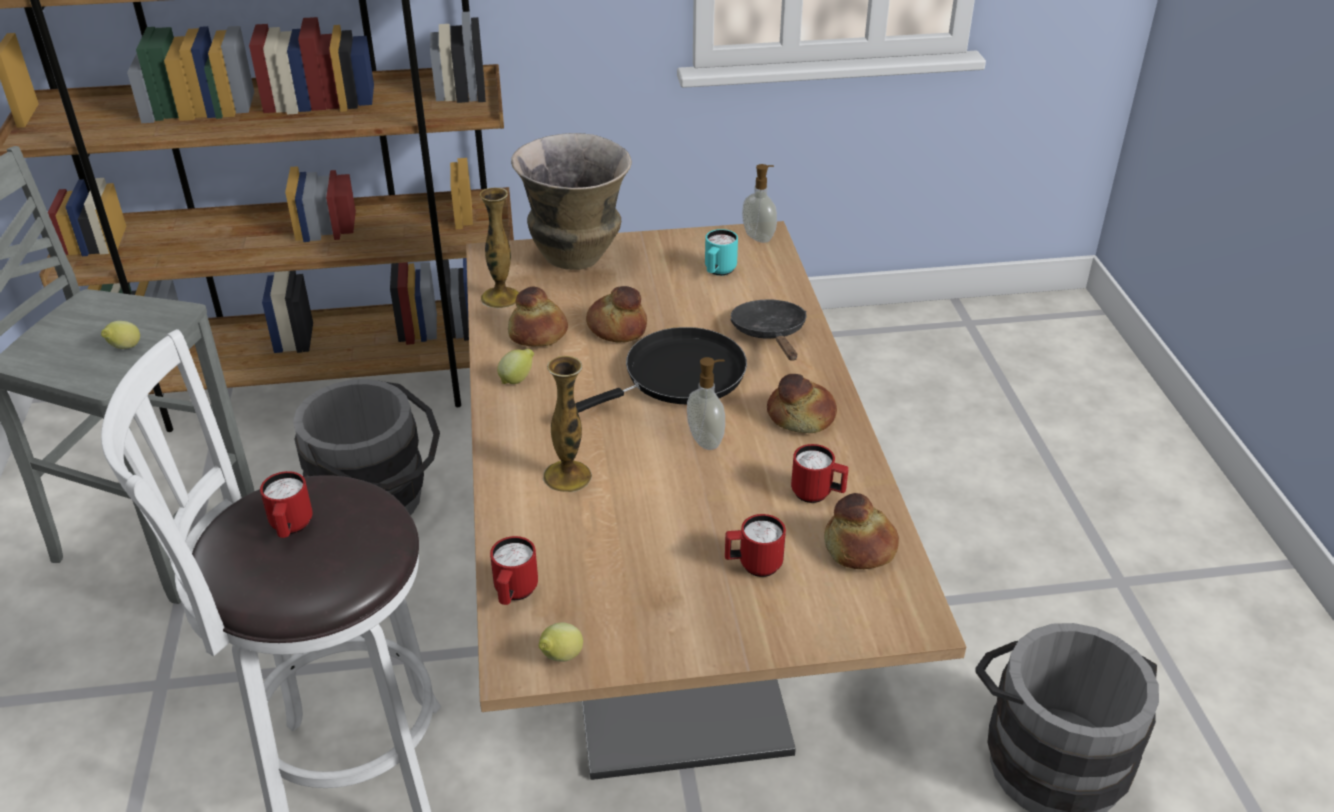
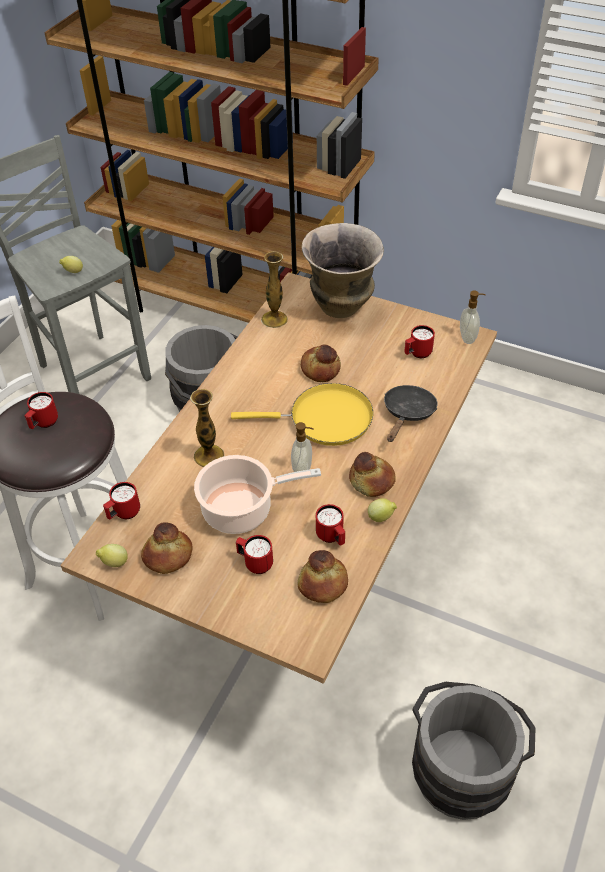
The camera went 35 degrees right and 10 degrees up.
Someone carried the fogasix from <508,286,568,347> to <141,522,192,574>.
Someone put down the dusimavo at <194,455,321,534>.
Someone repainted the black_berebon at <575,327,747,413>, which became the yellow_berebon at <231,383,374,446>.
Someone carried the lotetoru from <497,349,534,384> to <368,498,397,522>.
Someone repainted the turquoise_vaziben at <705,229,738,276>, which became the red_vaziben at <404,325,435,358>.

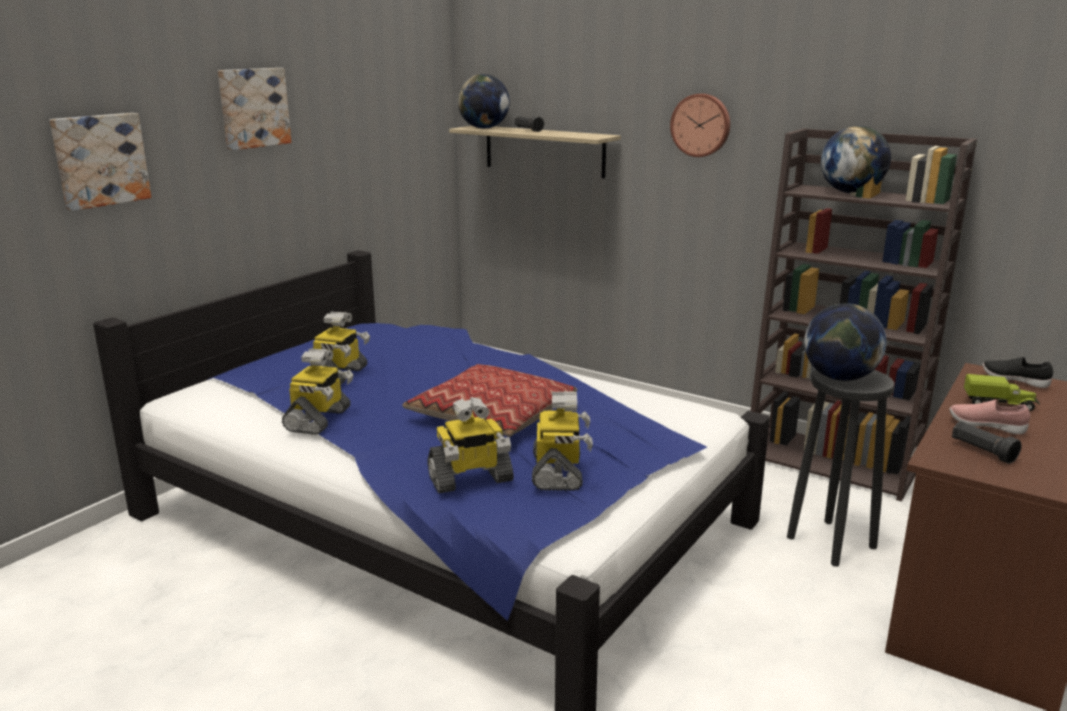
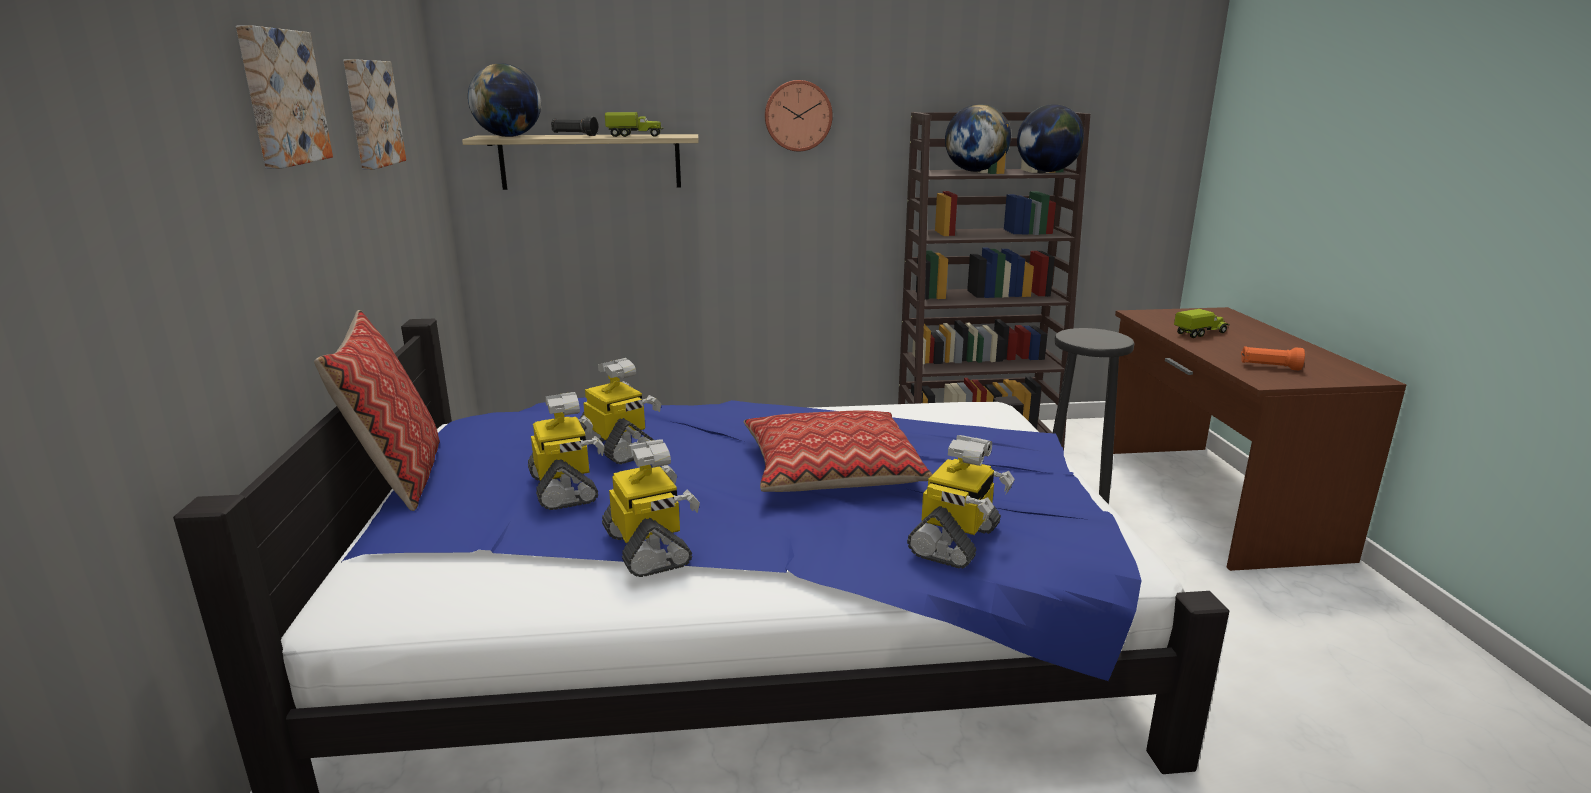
The camera went 40 degrees left and 0 degrees up.
Someone put down the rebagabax at <314,310,440,511>.
Someone carried the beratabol from <50,113,151,211> to <343,59,406,170>.
Someone carried the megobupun from <532,391,593,491> to <580,358,661,464>.
Someone put down the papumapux at <605,112,663,137>.
Someone carried the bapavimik from <804,303,887,381> to <1017,104,1084,172>.
Someone repainted the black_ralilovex at <952,421,1022,464>, which became the orange_ralilovex at <1241,346,1305,371>.
Someone took away the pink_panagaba at <949,400,1030,434>.
Someone took away the black_panagaba at <983,357,1053,388>.

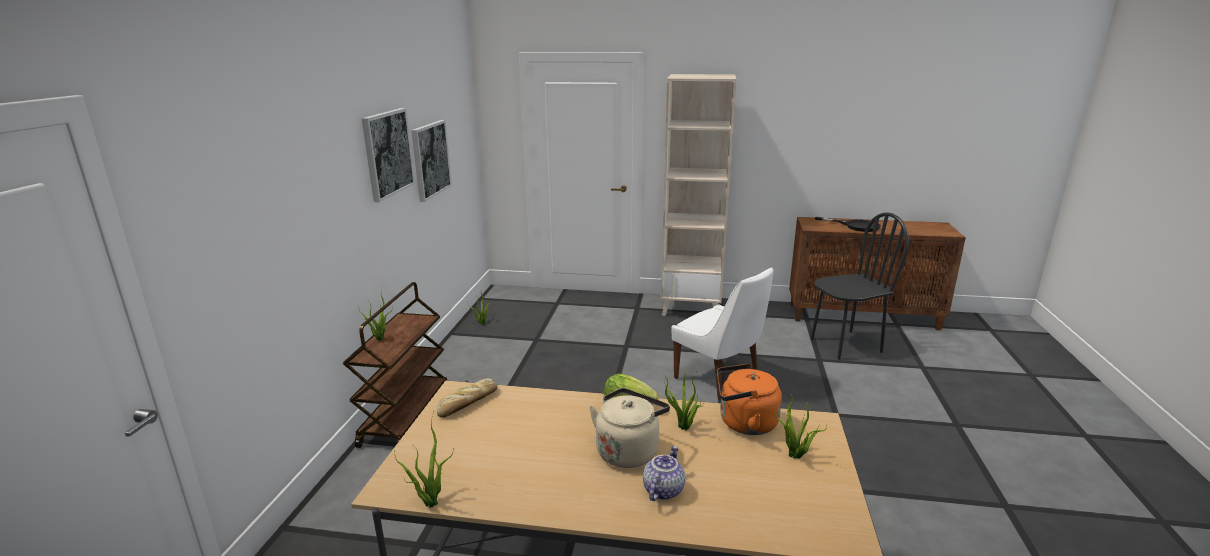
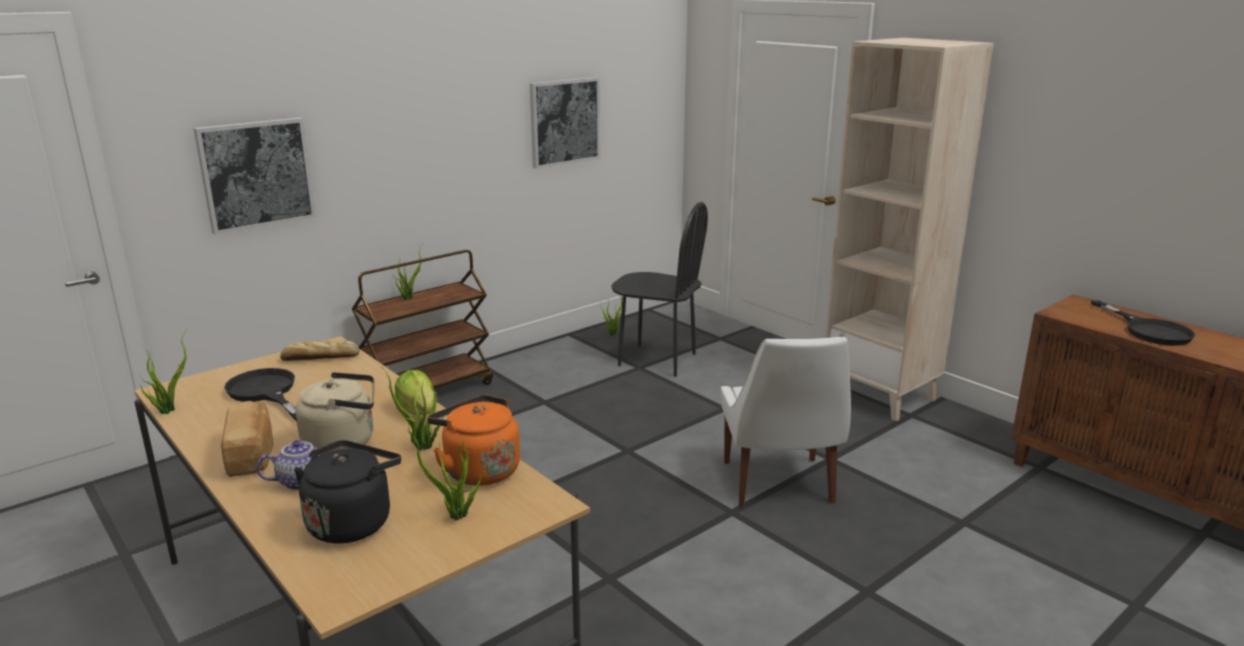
The camera went 40 degrees right and 0 degrees up.
Someone carried the beratabol from <362,108,415,202> to <194,118,316,235>.
Someone put down the fogasix at <221,401,273,477>.
Someone put down the black_berebon at <224,368,297,421>.
Someone put down the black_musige at <294,440,401,543>.
Someone carried the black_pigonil from <811,212,909,360> to <611,202,708,377>.

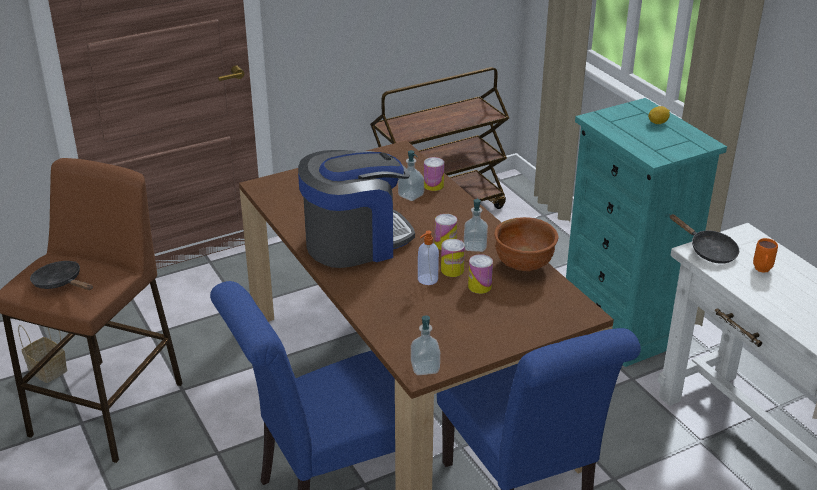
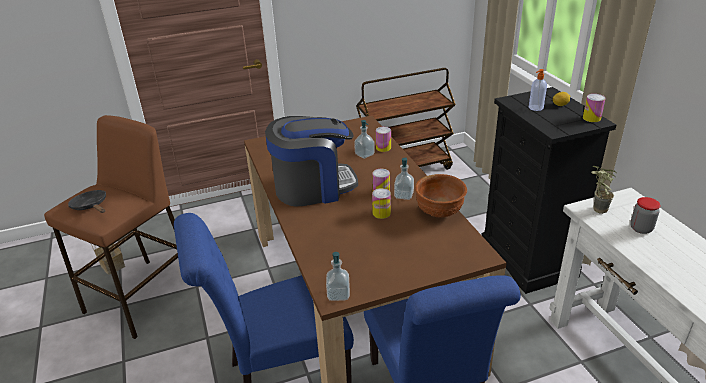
The camera went 10 degrees right and 0 degrees up.
Someone repainted the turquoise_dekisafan at <566,98,727,367>, which became the black_dekisafan at <481,87,616,294>.
Someone carried the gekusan from <418,230,439,285> to <529,69,547,111>.
Someone carried the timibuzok from <468,254,493,294> to <583,94,606,122>.
Someone swapped the black_berebon at <669,214,739,264> for the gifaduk at <591,166,617,214>.
Someone swapped the orange_vaziben at <753,238,778,273> for the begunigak at <630,197,661,234>.

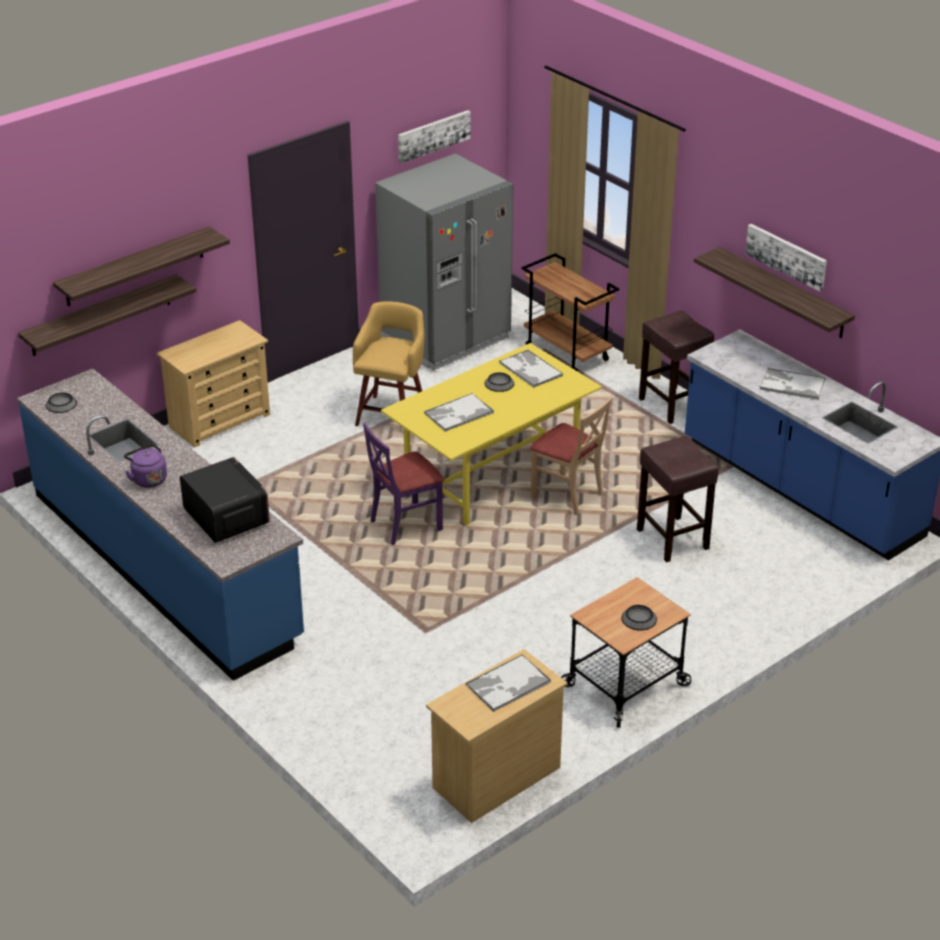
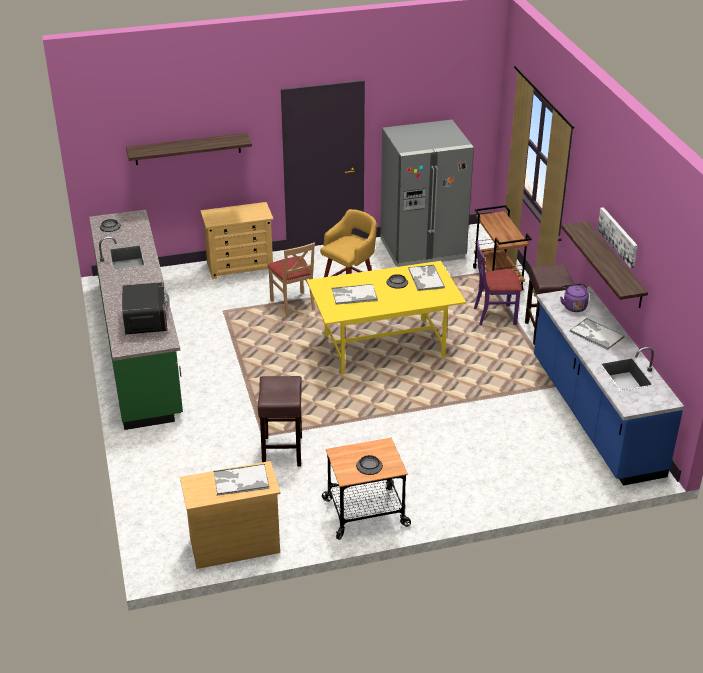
The camera went 25 degrees right and 0 degrees up.
Someone repainted the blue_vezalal at <17,369,304,681>, which became the green_vezalal at <89,210,183,430>.
Someone carried the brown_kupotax from <637,436,719,562> to <258,376,302,466>.
Someone carried the beige_pigonil from <530,398,612,515> to <267,242,315,317>.
Someone carried the purple_pigonil from <363,423,444,545> to <474,240,522,325>.
Someone carried the purple_musige from <124,444,167,488> to <560,283,589,312>.
Someone took away the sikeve at <18,274,196,356>.
Someone took away the beratabol at <398,110,471,163>.

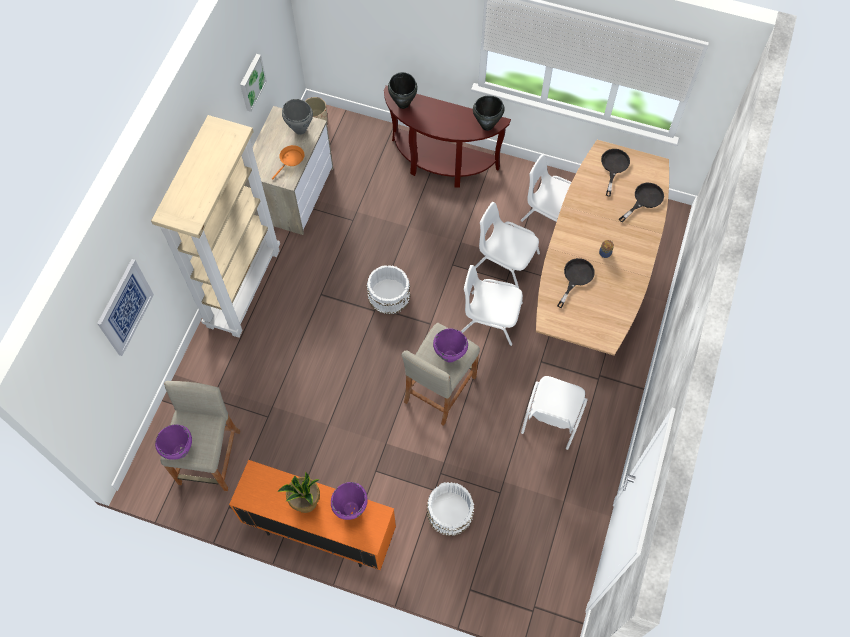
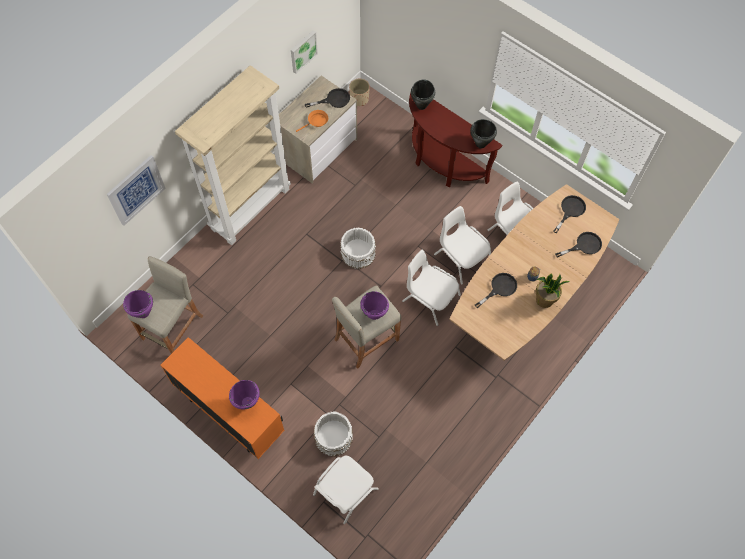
The camera went 20 degrees right and 0 degrees up.
Someone swapped the grey_dusimavo at <282,99,313,135> for the black_berebon at <305,88,350,108>.
Someone carried the white_pigonil from <521,376,588,450> to <313,455,379,524>.
Someone carried the gifaduk from <277,472,320,513> to <536,273,570,308>.

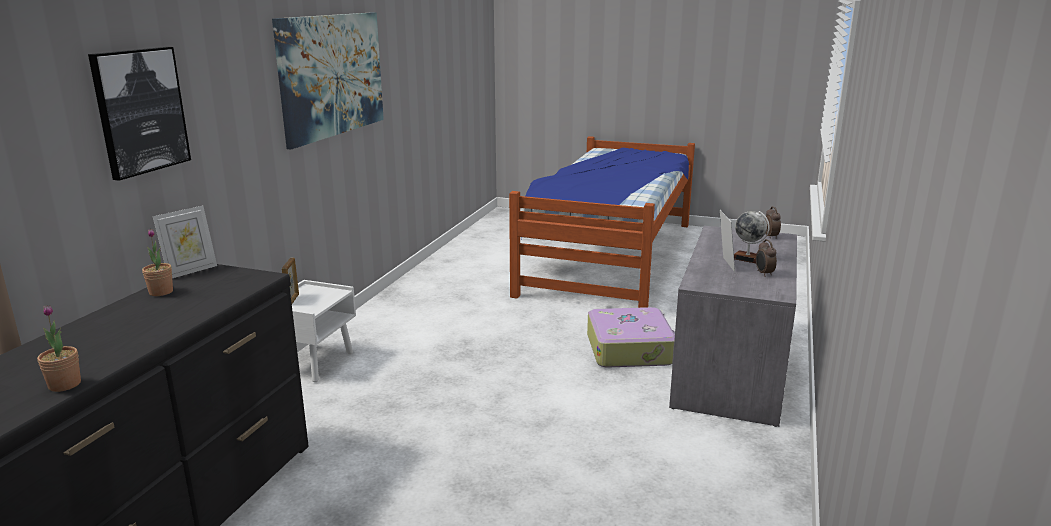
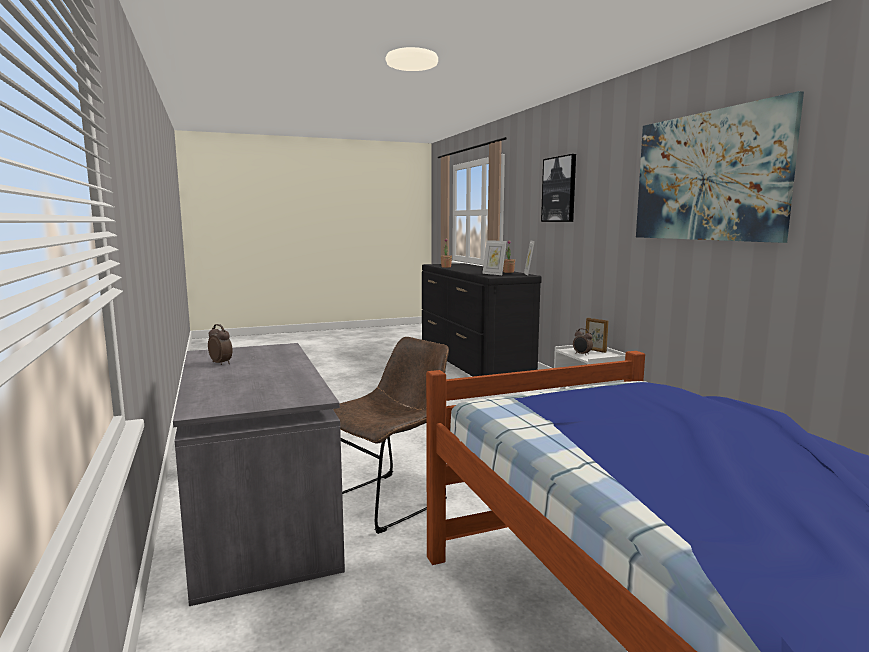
The camera went 140 degrees right and 10 degrees down.
Someone swapped the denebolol at <587,307,675,368> for the brown_pigonil at <333,337,449,534>.
Someone carried the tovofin from <720,210,735,272> to <482,240,507,275>.
Someone carried the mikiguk from <765,207,781,239> to <573,328,593,356>.
Someone took away the bapavimik at <734,211,770,263>.

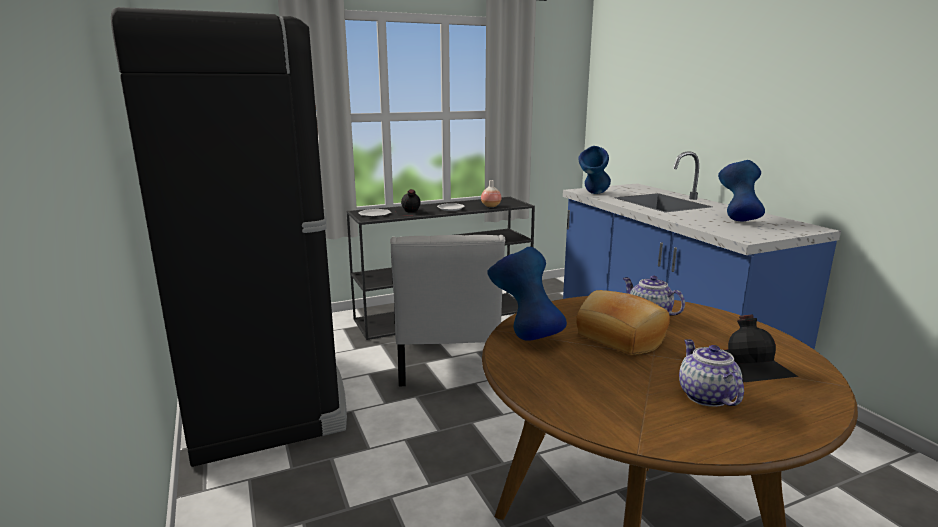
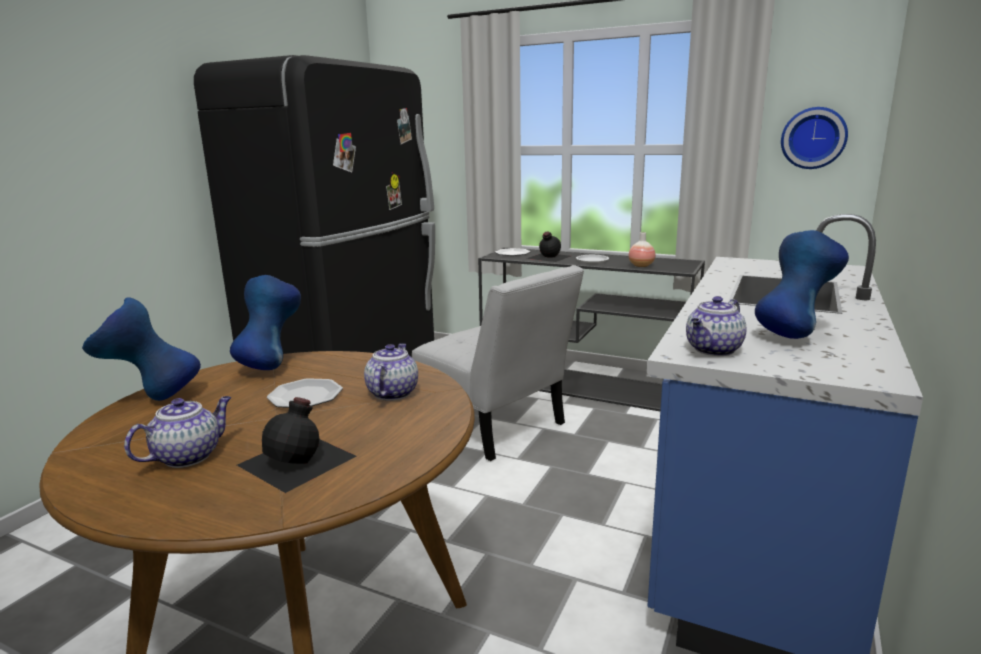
The camera went 50 degrees right and 0 degrees up.
Someone carried the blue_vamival from <578,146,611,194> to <82,297,201,401>.
Someone swapped the fogasix at <576,290,670,355> for the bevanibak at <267,378,343,408>.
Someone rotated the white_pigonil at <390,235,505,386> by 90 degrees counterclockwise.
Someone put down the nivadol at <686,296,746,356>.
Someone put up the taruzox at <781,107,848,169>.

